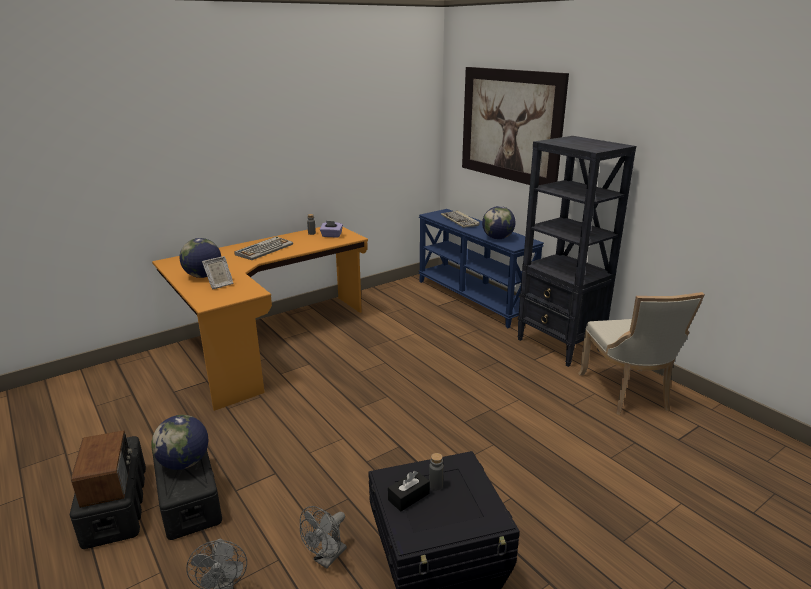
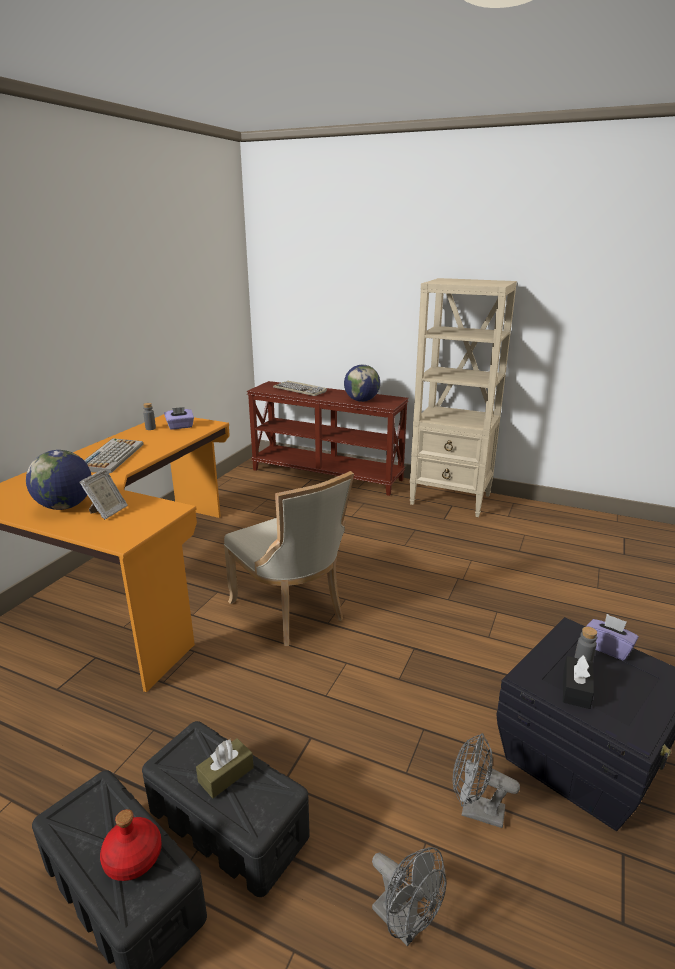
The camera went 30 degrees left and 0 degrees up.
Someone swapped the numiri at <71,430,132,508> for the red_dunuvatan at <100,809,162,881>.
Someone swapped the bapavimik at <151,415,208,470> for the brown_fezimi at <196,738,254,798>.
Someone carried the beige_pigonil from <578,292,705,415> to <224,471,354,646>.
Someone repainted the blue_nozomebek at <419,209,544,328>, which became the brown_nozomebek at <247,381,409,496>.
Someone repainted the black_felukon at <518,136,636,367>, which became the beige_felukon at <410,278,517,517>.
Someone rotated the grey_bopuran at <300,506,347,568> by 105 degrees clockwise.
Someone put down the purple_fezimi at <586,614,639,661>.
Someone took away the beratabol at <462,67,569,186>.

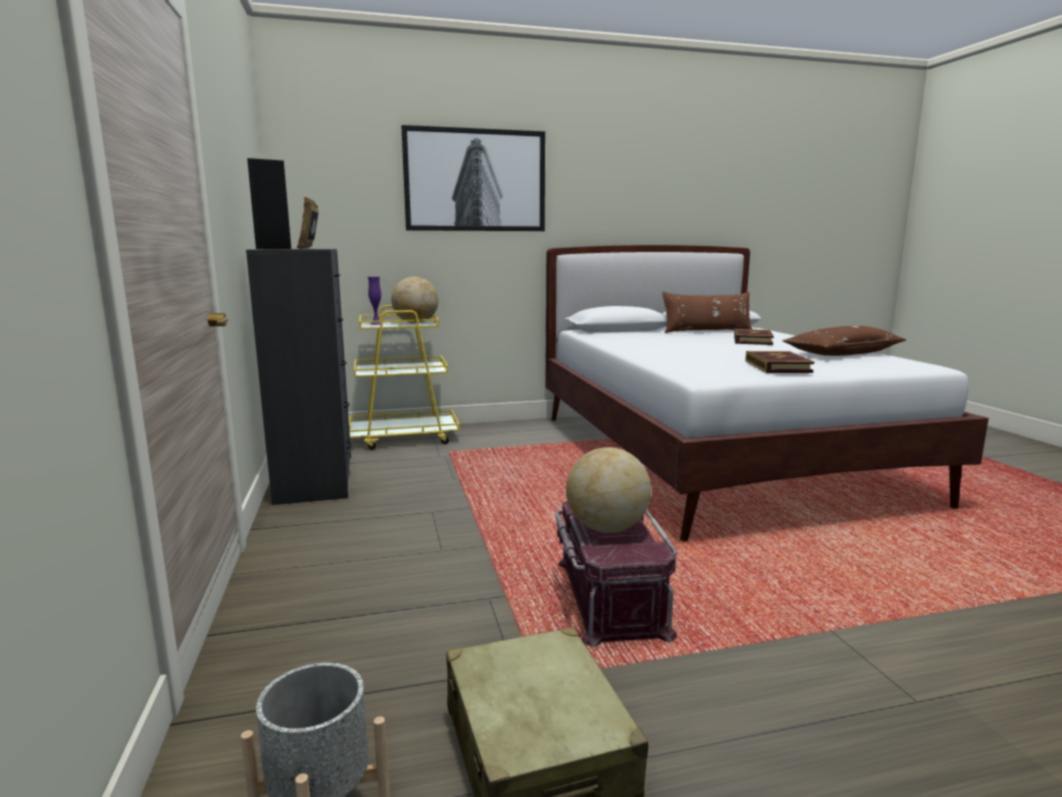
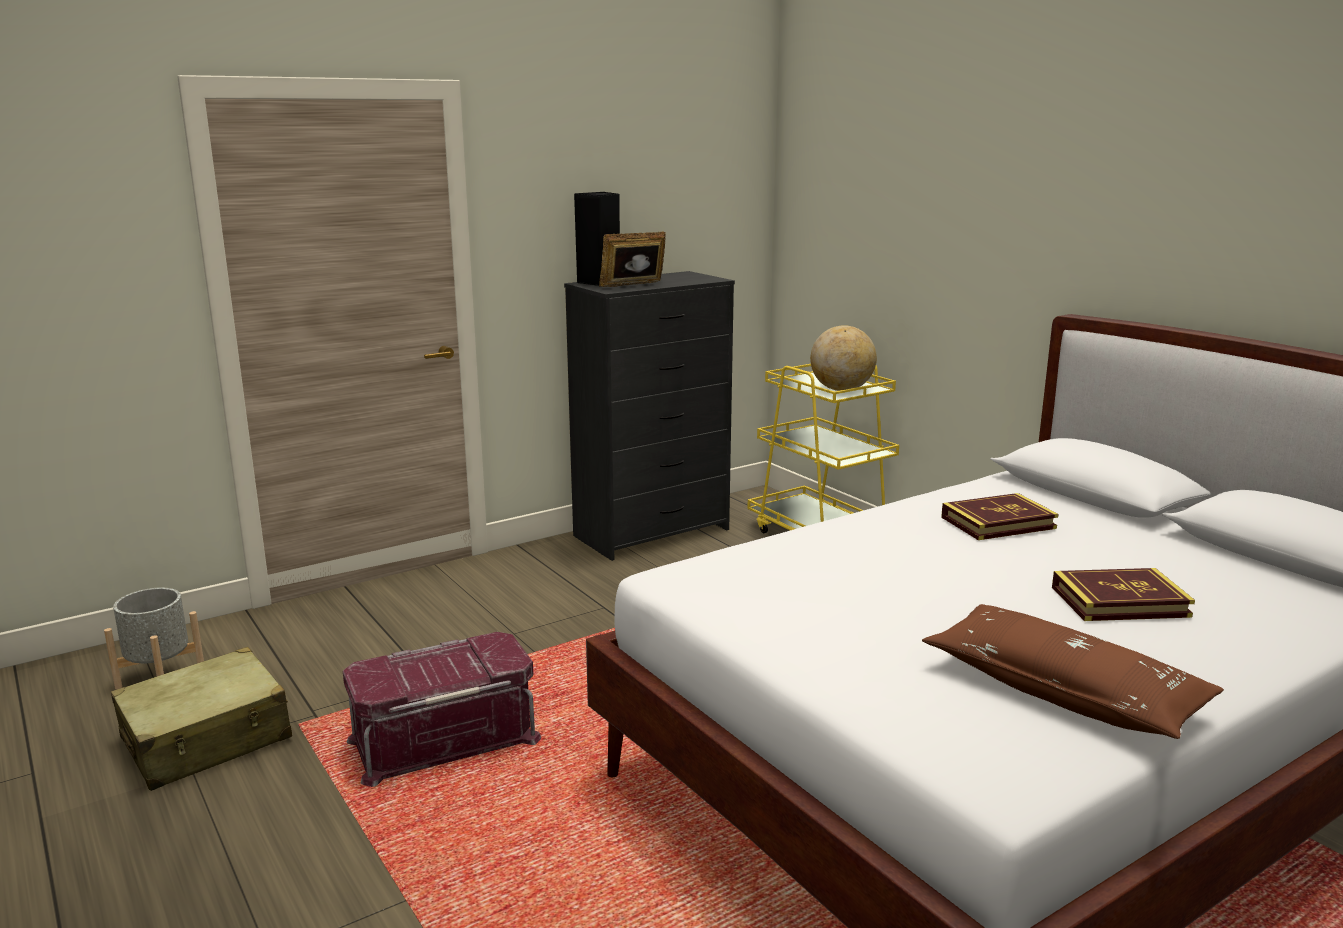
The camera went 70 degrees right and 5 degrees up.
Someone carried the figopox from <745,351,814,373> to <941,493,1059,540>.
Someone took away the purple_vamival at <368,277,381,325>.
Someone took away the beratabol at <401,125,545,231>.
Someone took away the bapavimik at <566,447,651,533>.
Someone took away the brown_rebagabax at <662,292,752,333>.

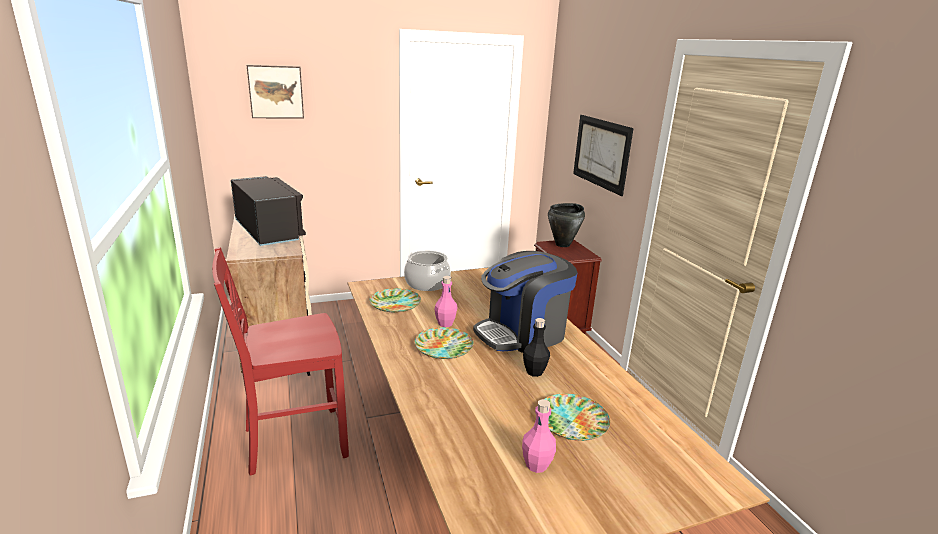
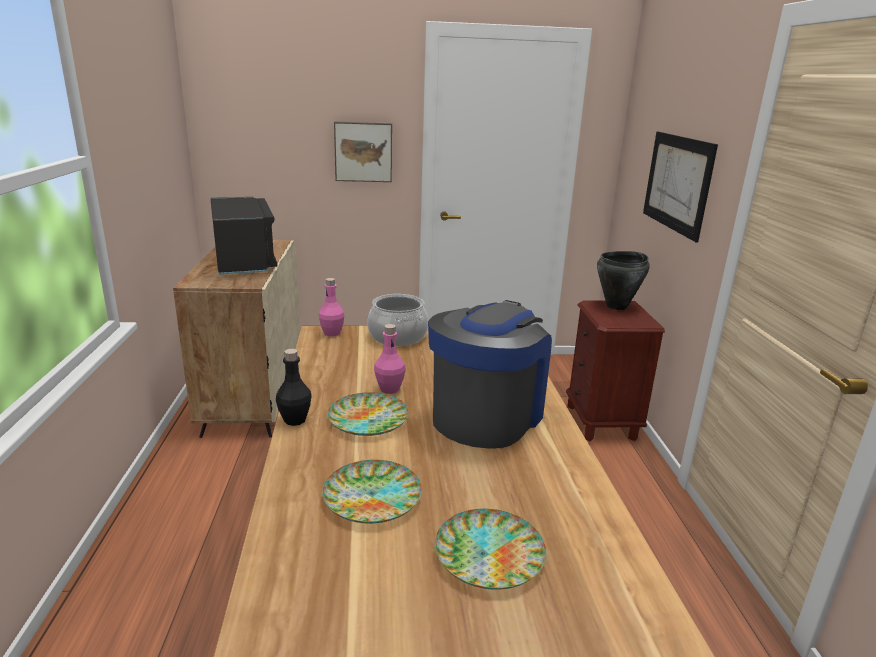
The camera went 15 degrees right and 0 degrees up.
Someone carried the black_dunuvatan from <523,318,550,377> to <276,349,312,426>.
Someone carried the pink_dunuvatan from <522,399,556,473> to <319,278,344,337>.
Someone carried the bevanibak from <369,288,421,312> to <322,460,422,524>.
Someone carried the beratabol from <247,65,304,118> to <334,122,392,182>.
Someone rotated the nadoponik at <473,251,578,353> by 135 degrees clockwise.
Someone took away the red_pigonil at <212,247,349,476>.

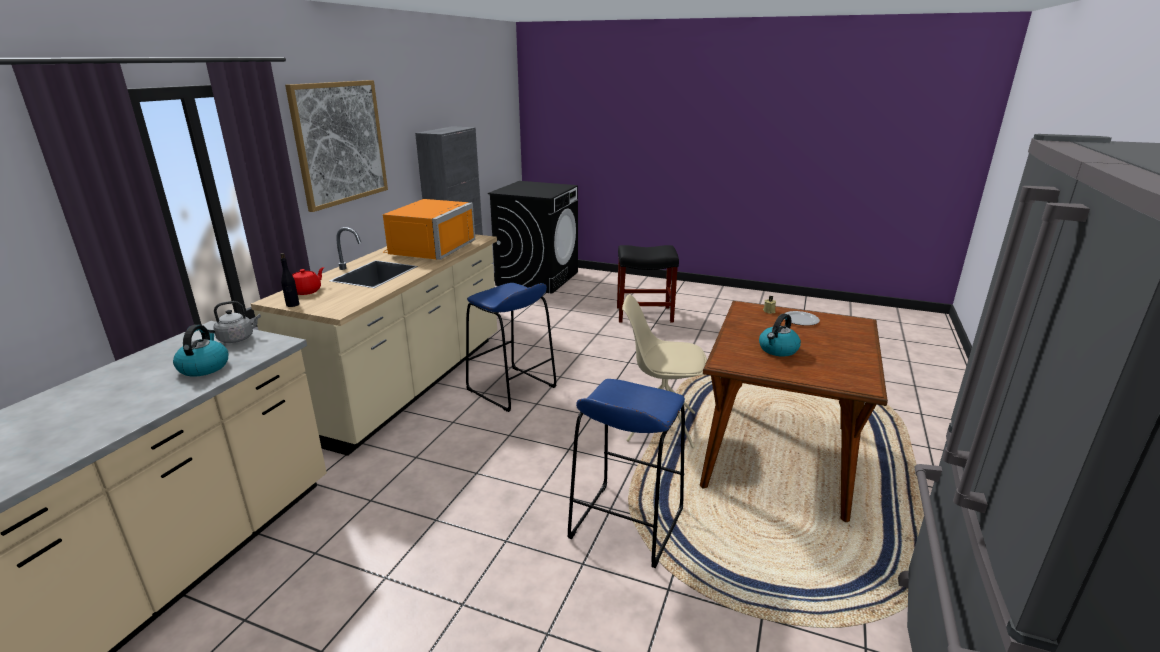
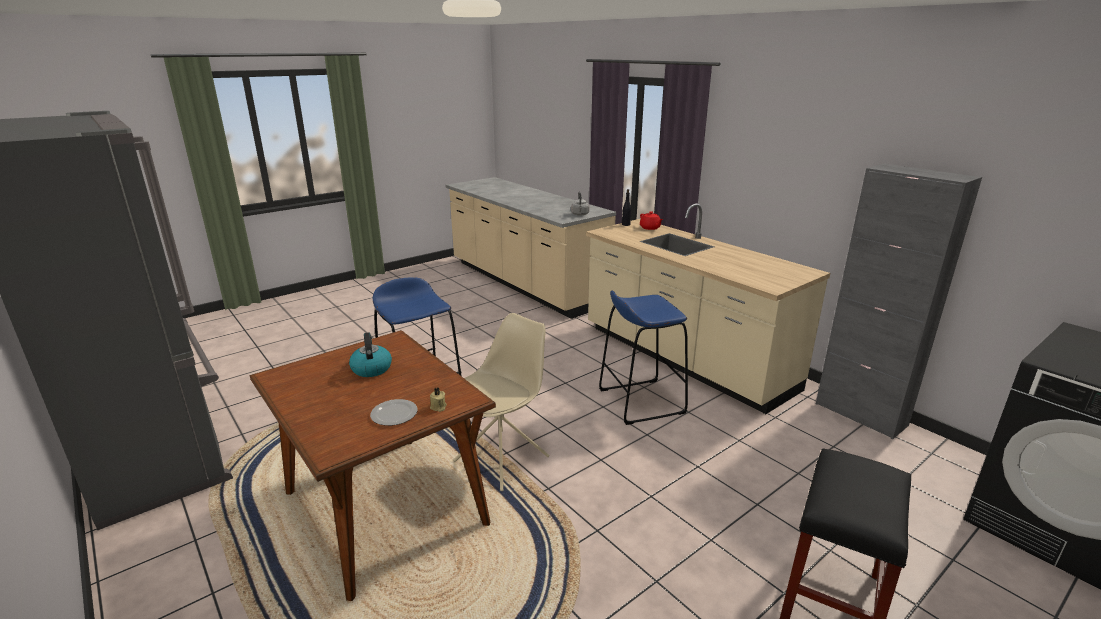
The camera went 120 degrees right and 0 degrees up.
Someone took away the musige at <173,325,228,377>.
Someone took away the beratabol at <285,80,388,212>.
Someone took away the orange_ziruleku at <383,199,475,260>.

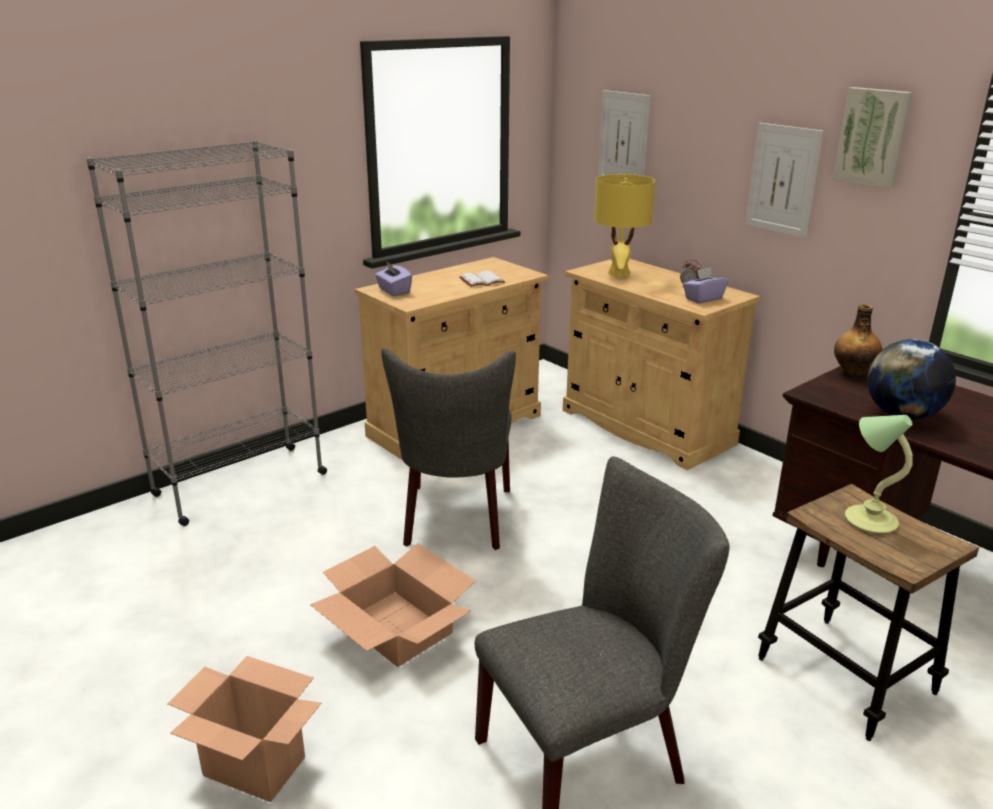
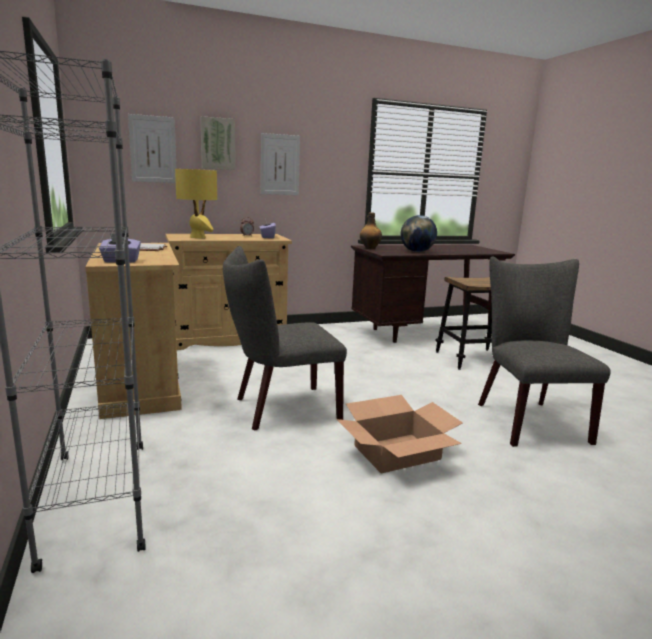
The camera went 70 degrees left and 10 degrees down.
Someone carried the beratabol from <833,87,913,189> to <201,116,235,170>.
Someone rotated the grey_pigonil at <382,348,516,550> by 135 degrees clockwise.
Someone took away the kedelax at <167,656,322,802>.
Someone took away the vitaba at <845,415,913,534>.

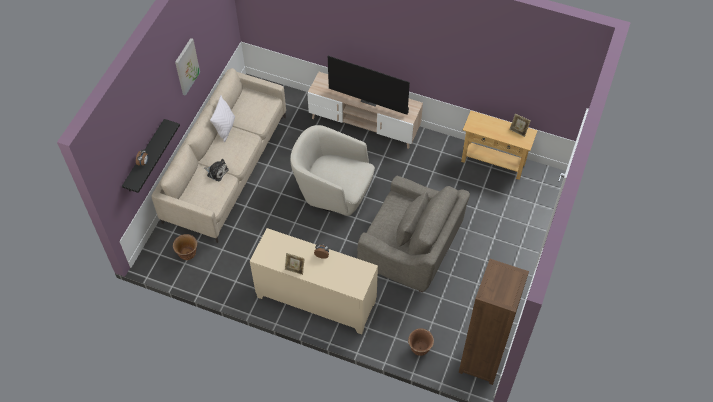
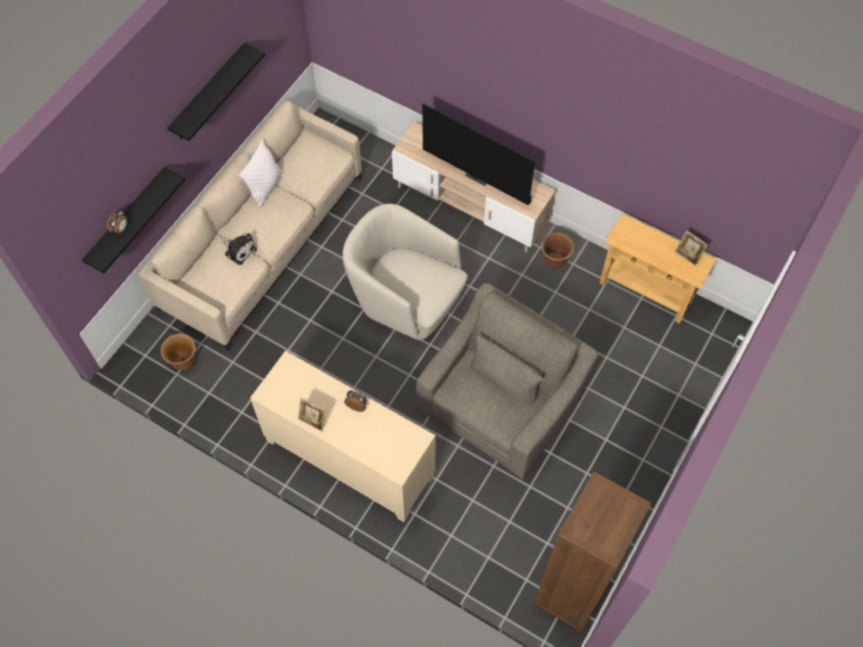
The camera went 10 degrees right and 5 degrees up.
Someone swapped the beratabol at <175,38,200,96> for the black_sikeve at <168,43,265,141>.
Someone rotated the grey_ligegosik at <357,176,470,293> by 90 degrees counterclockwise.
Someone carried the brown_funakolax from <408,329,434,356> to <541,232,574,268>.

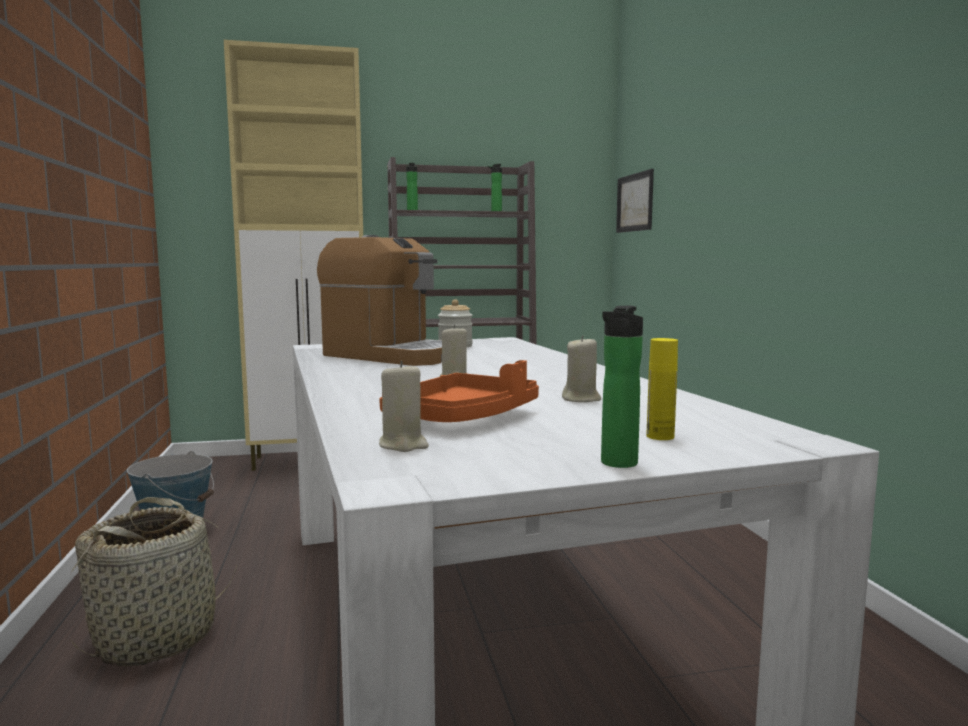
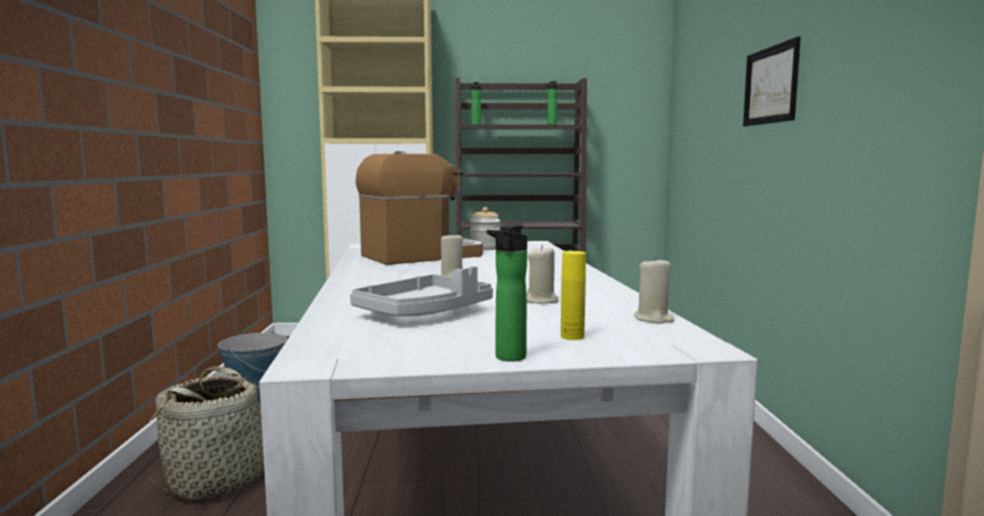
The camera went 10 degrees right and 0 degrees up.
Someone repainted the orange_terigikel at <379,360,539,422>, which became the grey_terigikel at <350,266,493,316>.
Someone rotated the nadoponik at <317,235,442,366> by 75 degrees counterclockwise.
Someone carried the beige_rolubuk from <379,361,429,452> to <634,256,675,324>.
Someone carried the beratabol from <616,169,654,233> to <743,37,801,127>.

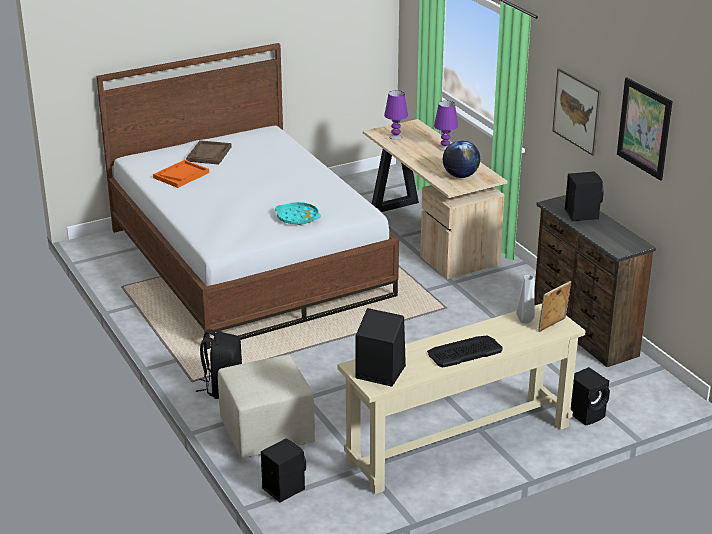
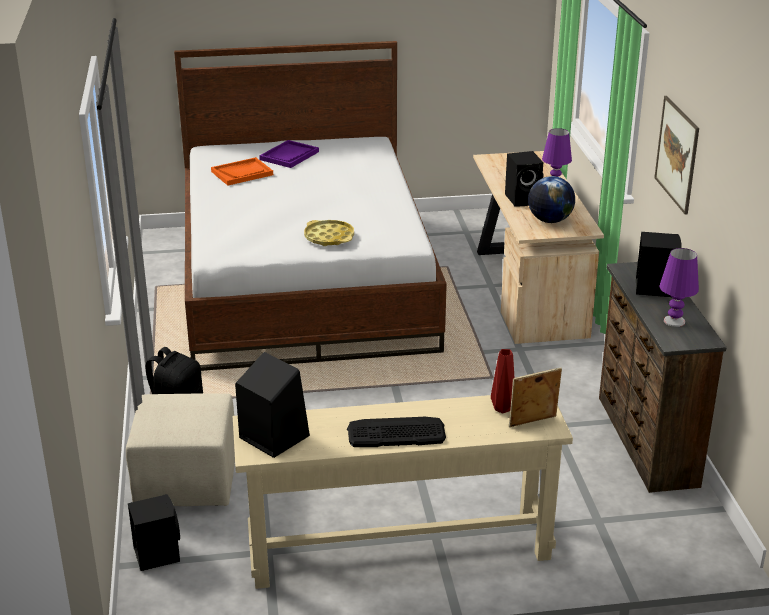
The camera went 20 degrees right and 0 degrees up.
Someone repainted the brown_terigikel at <186,140,232,165>, which became the purple_terigikel at <259,140,319,168>.
Someone repainted the turquoise_terigikel at <275,202,321,225>, which became the yellow_terigikel at <304,220,354,246>.
Someone repainted the grey_vamival at <516,275,535,324>, which became the red_vamival at <491,349,514,413>.
Someone carried the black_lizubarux from <571,367,610,426> to <505,151,544,207>.
Someone carried the purple_vitaba from <384,90,408,140> to <659,248,699,327>.
Someone took away the beratabol at <617,77,673,181>.

